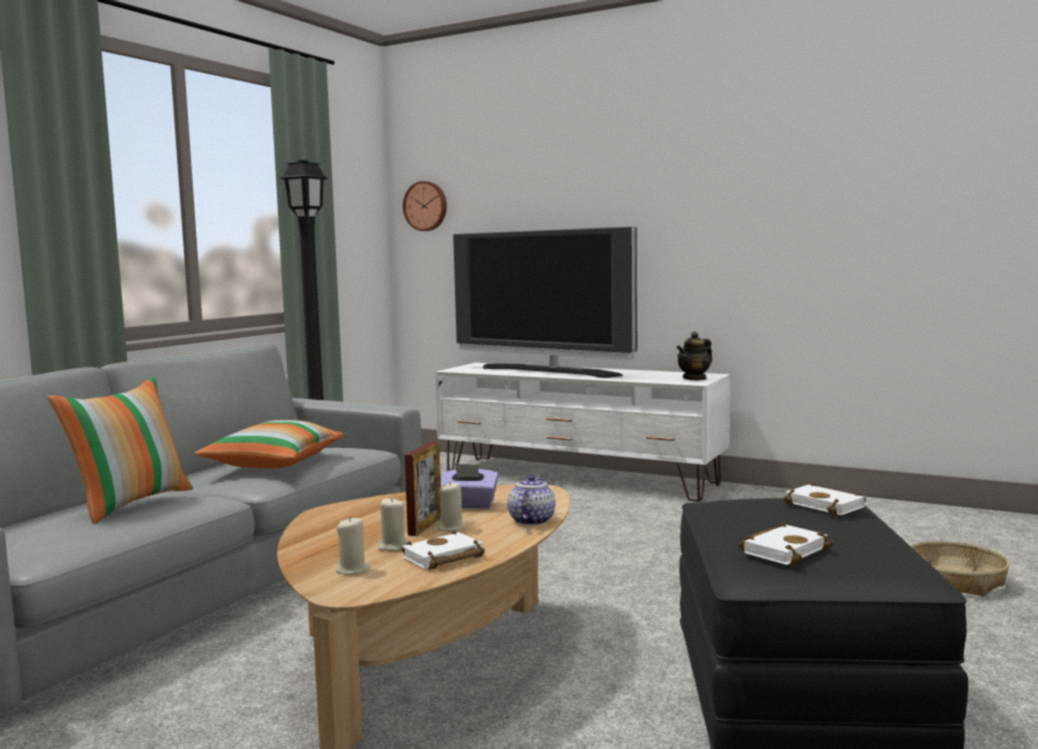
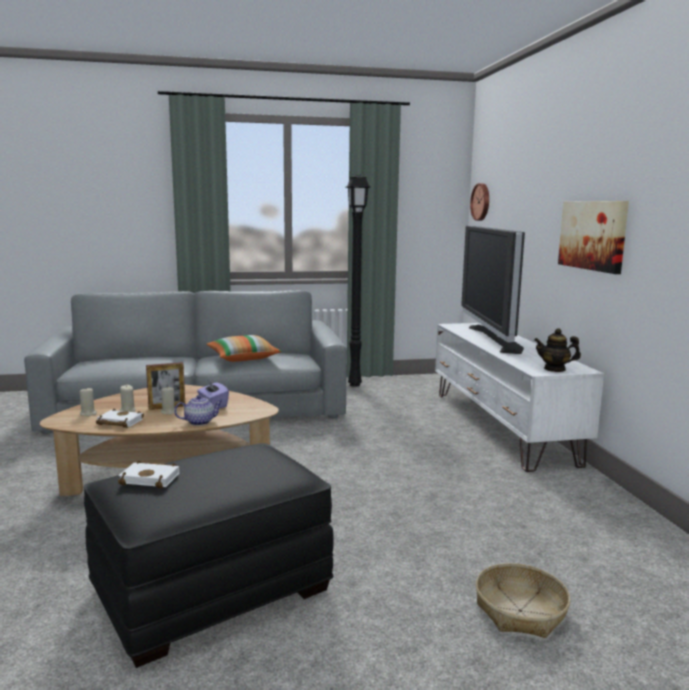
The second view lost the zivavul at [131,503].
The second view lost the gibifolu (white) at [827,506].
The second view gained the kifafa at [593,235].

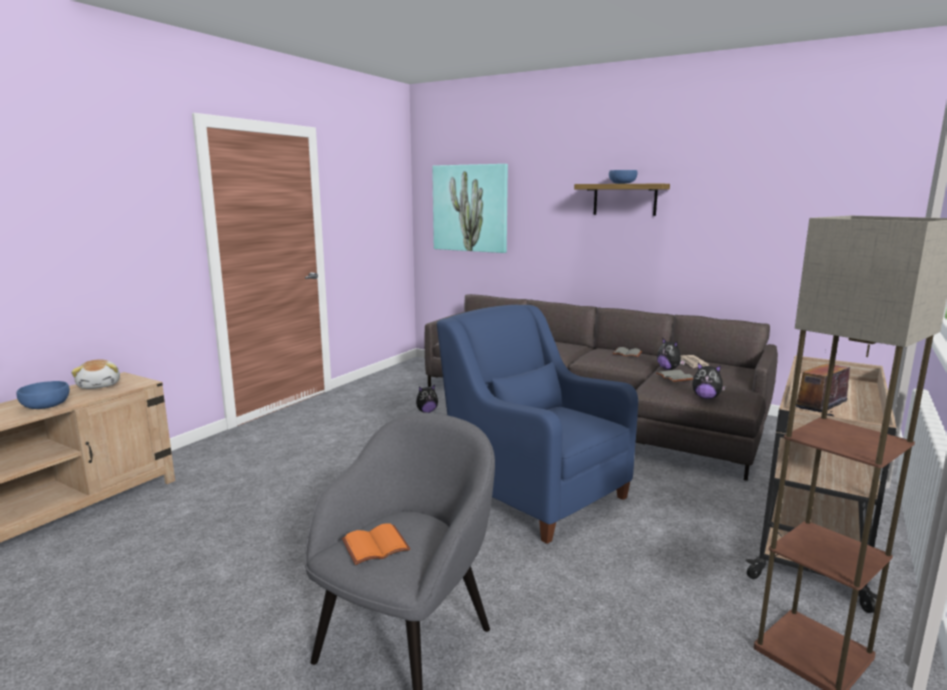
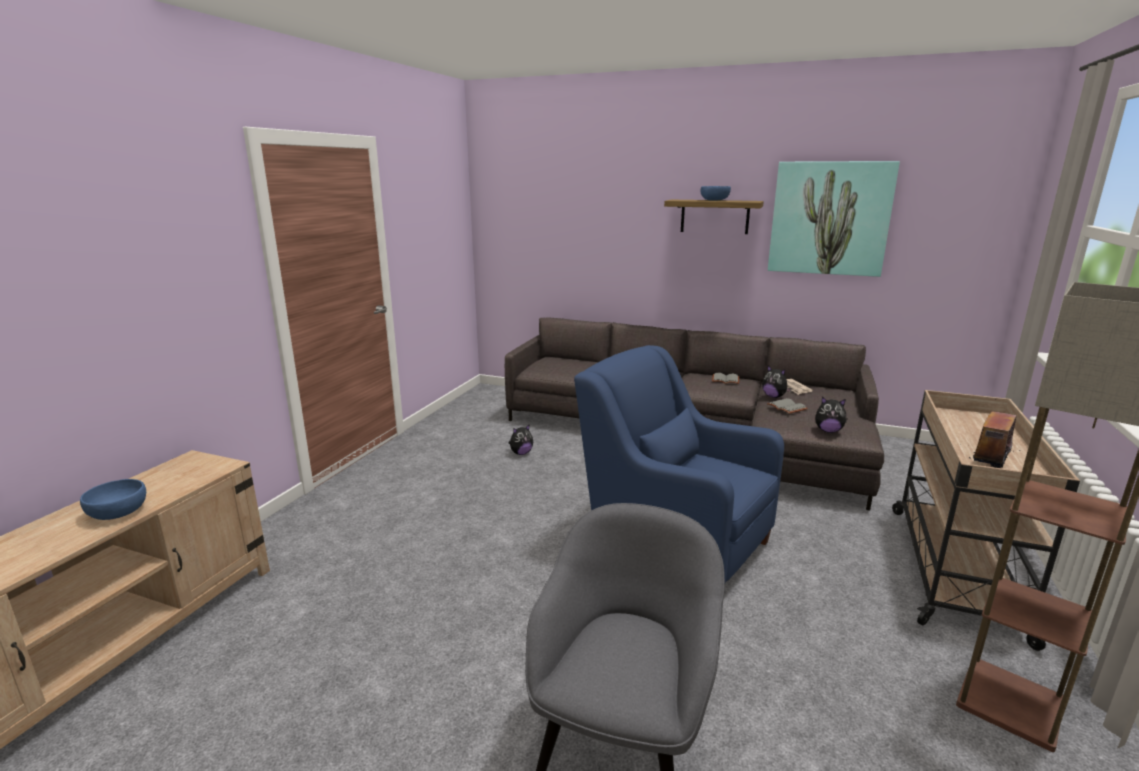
The second view lost the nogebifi at [100,385].
The second view lost the gibifolu (orange) at [375,547].
The kifafa ended up elsewhere, having gone from [470,208] to [829,218].

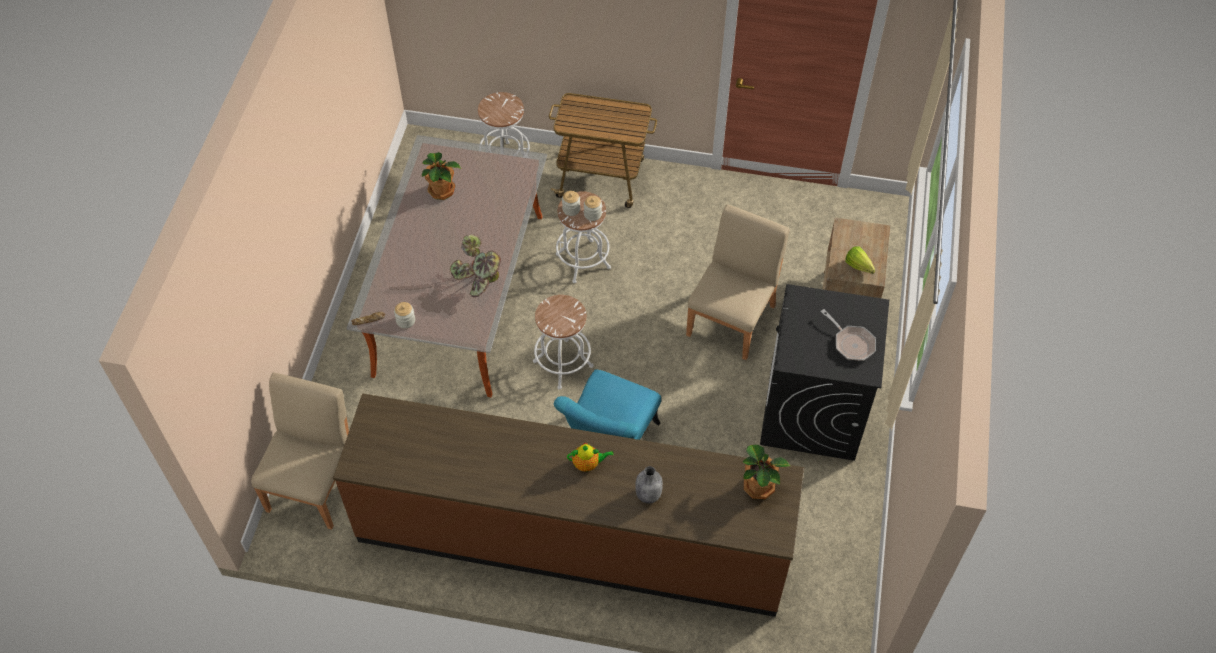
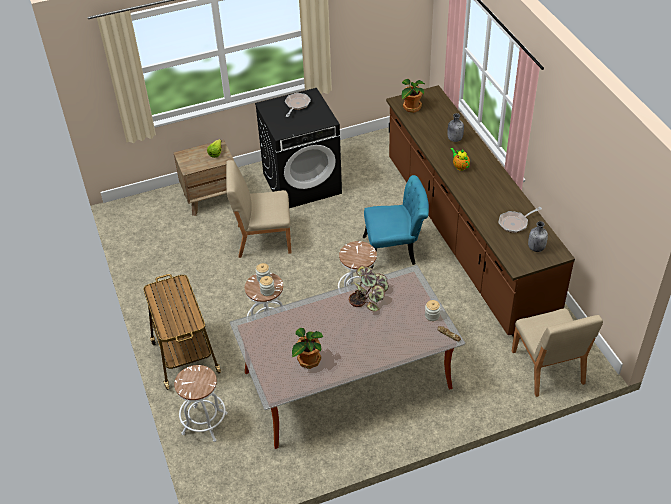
The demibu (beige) at [315,484] ended up facing another way, 90 degrees counterclockwise from before.
The second view gained the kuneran at [515,223].
The second view gained the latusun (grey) at [536,248].

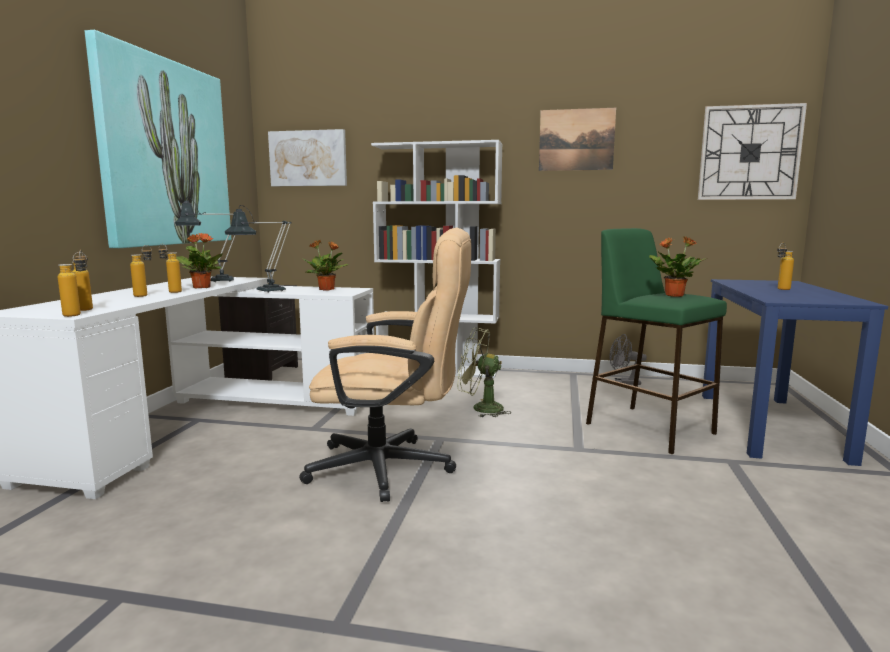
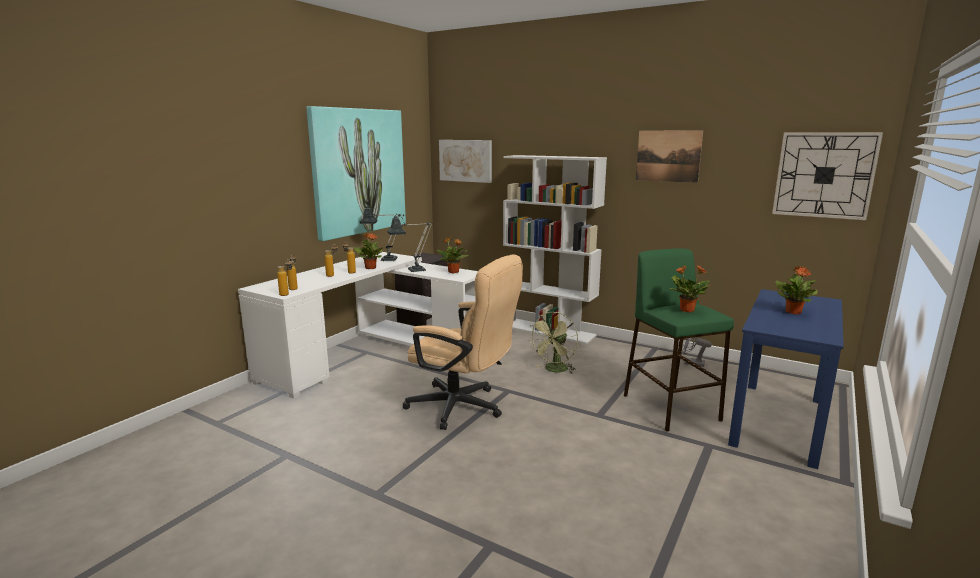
The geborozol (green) at [480,408] ended up facing another way, 90 degrees counterclockwise from before.
Where the latusun stood at [781,289], the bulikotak came to stand at [793,312].

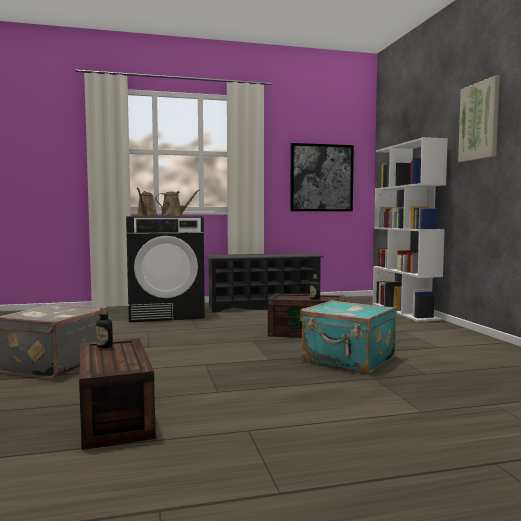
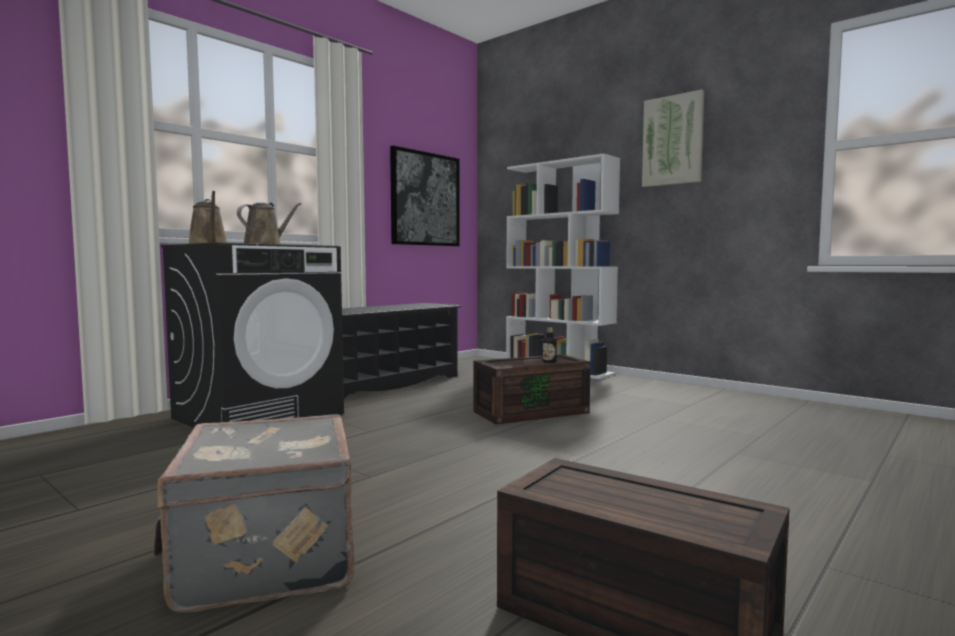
The second view lost the latusun at [104,346].
The second view lost the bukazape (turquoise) at [348,360].

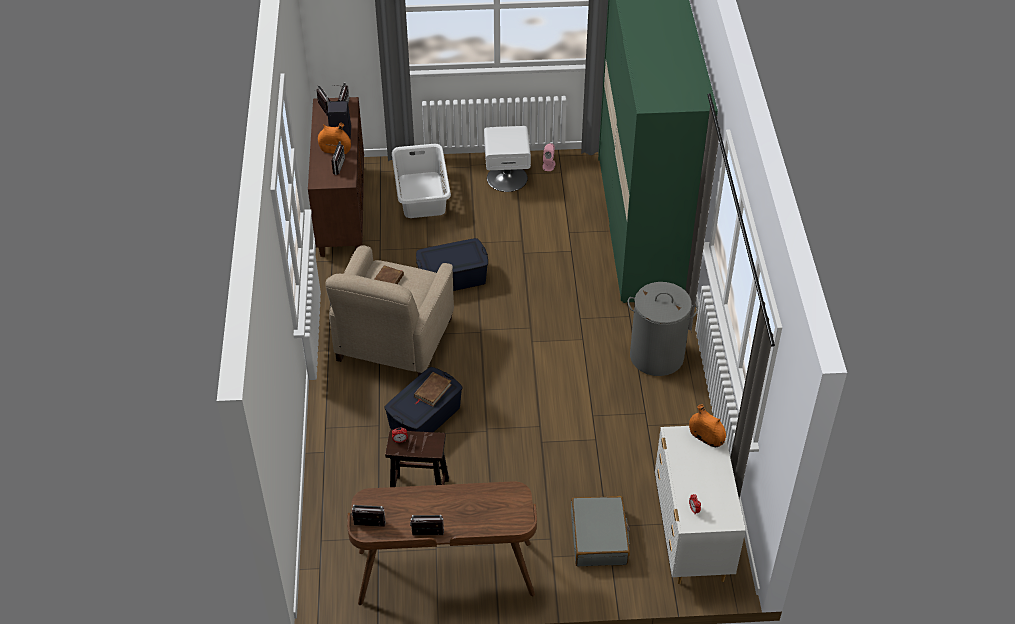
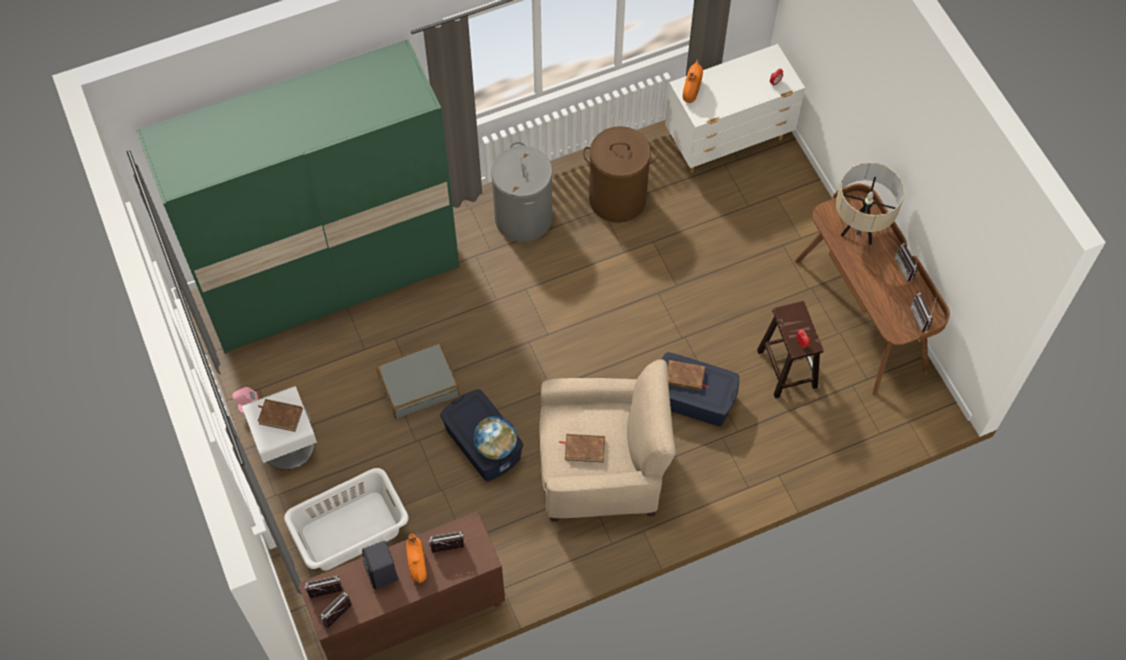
The bukazape (grey) ended up elsewhere, having gone from [599,538] to [418,386].
The second view gained the gibifolu (brown) at [280,416].
The second view gained the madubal at [496,446].
The second view gained the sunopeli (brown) at [617,198].
The second view gained the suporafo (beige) at [860,228].

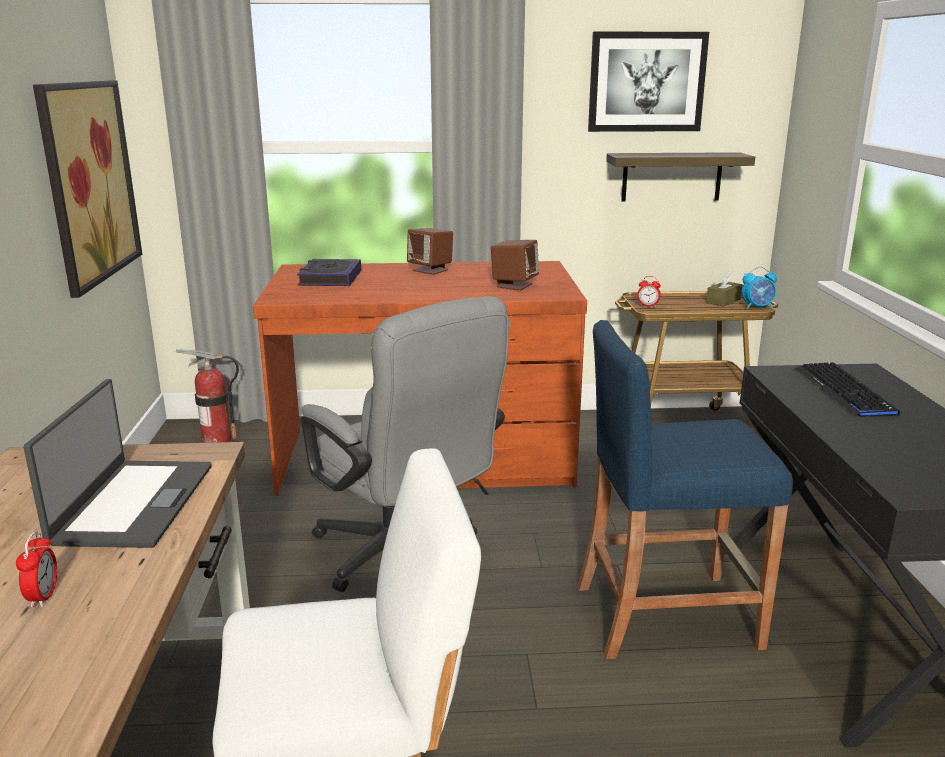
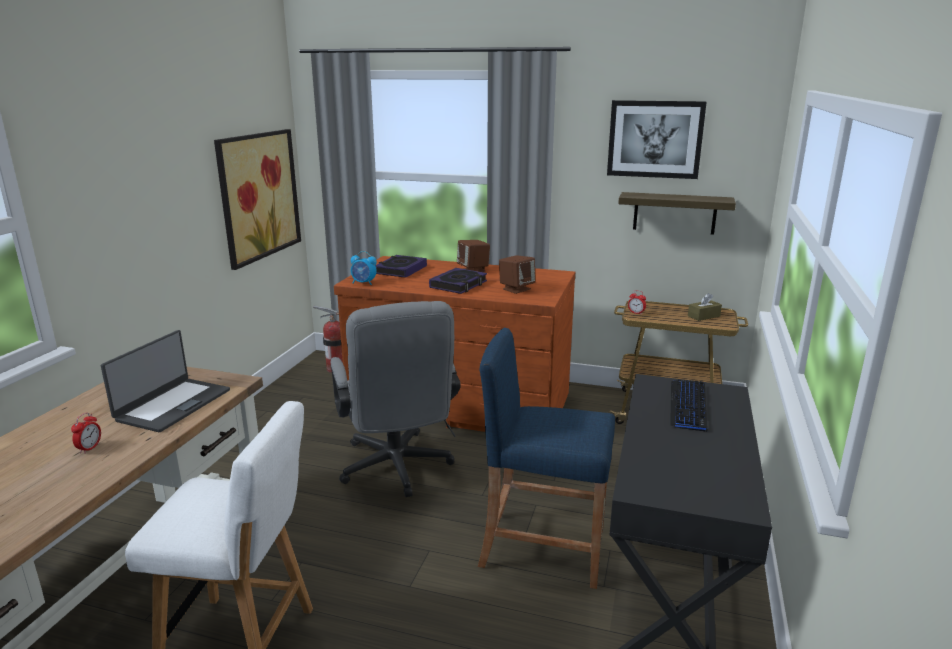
The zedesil ended up elsewhere, having gone from [757,307] to [364,283].
The second view gained the gibifolu at [458,285].

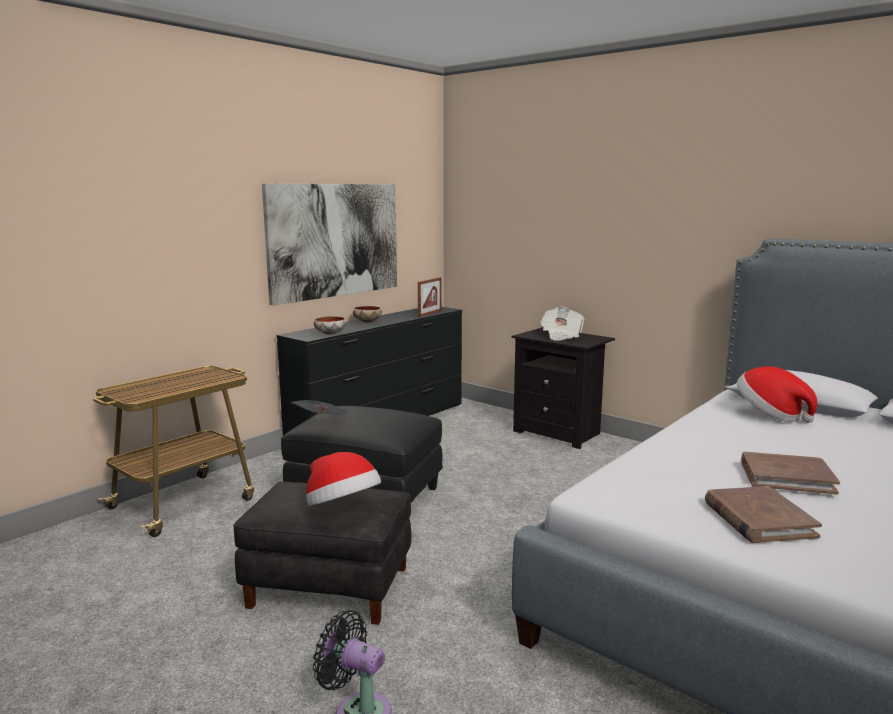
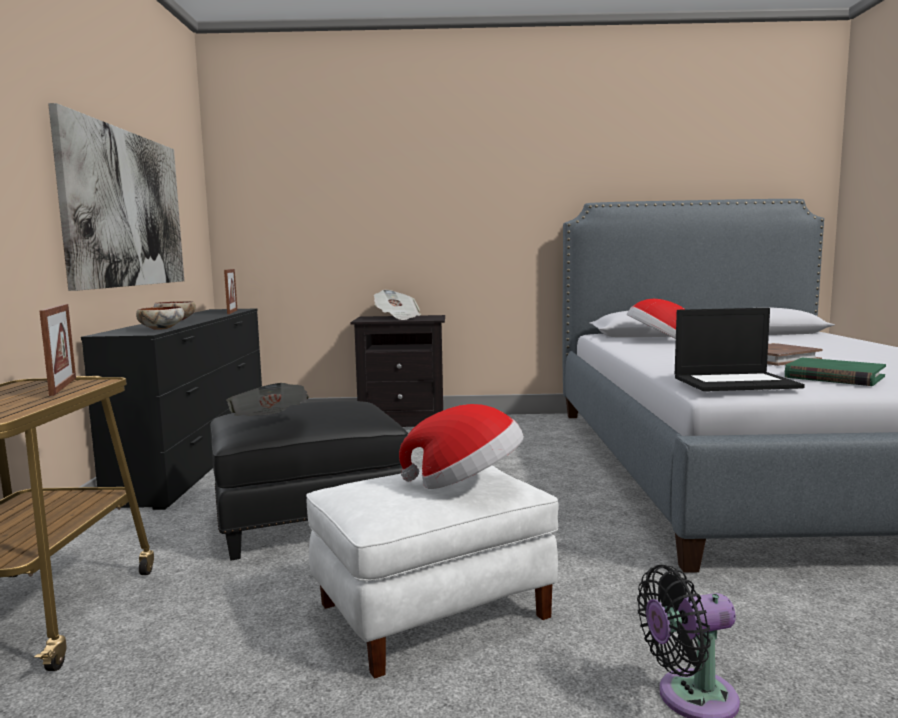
What was the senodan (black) at [330,586] turned into the senodan (white) at [433,610].
What was the gibifolu (brown) at [758,519] turned into the gibifolu (green) at [834,377].
The second view gained the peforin at [63,386].
The second view gained the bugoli at [736,382].

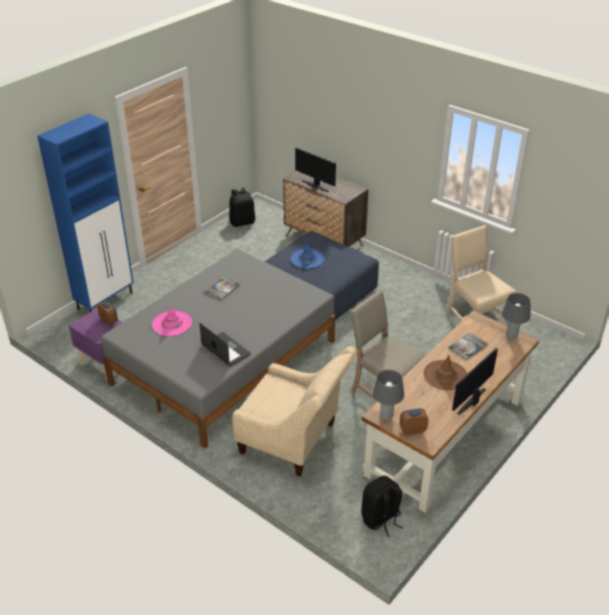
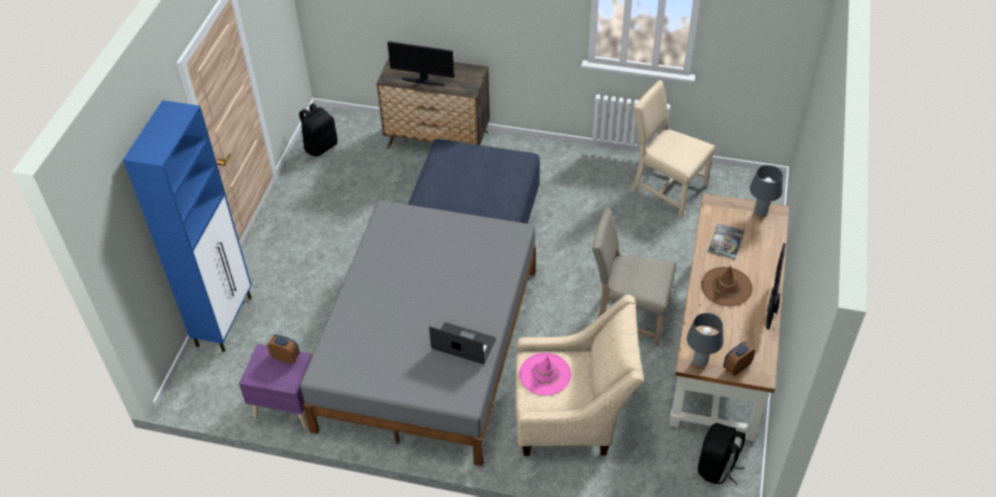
The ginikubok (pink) ended up elsewhere, having gone from [172,323] to [545,374].
The second view lost the gibifolu at [222,289].
The second view lost the ginikubok (blue) at [307,259].

